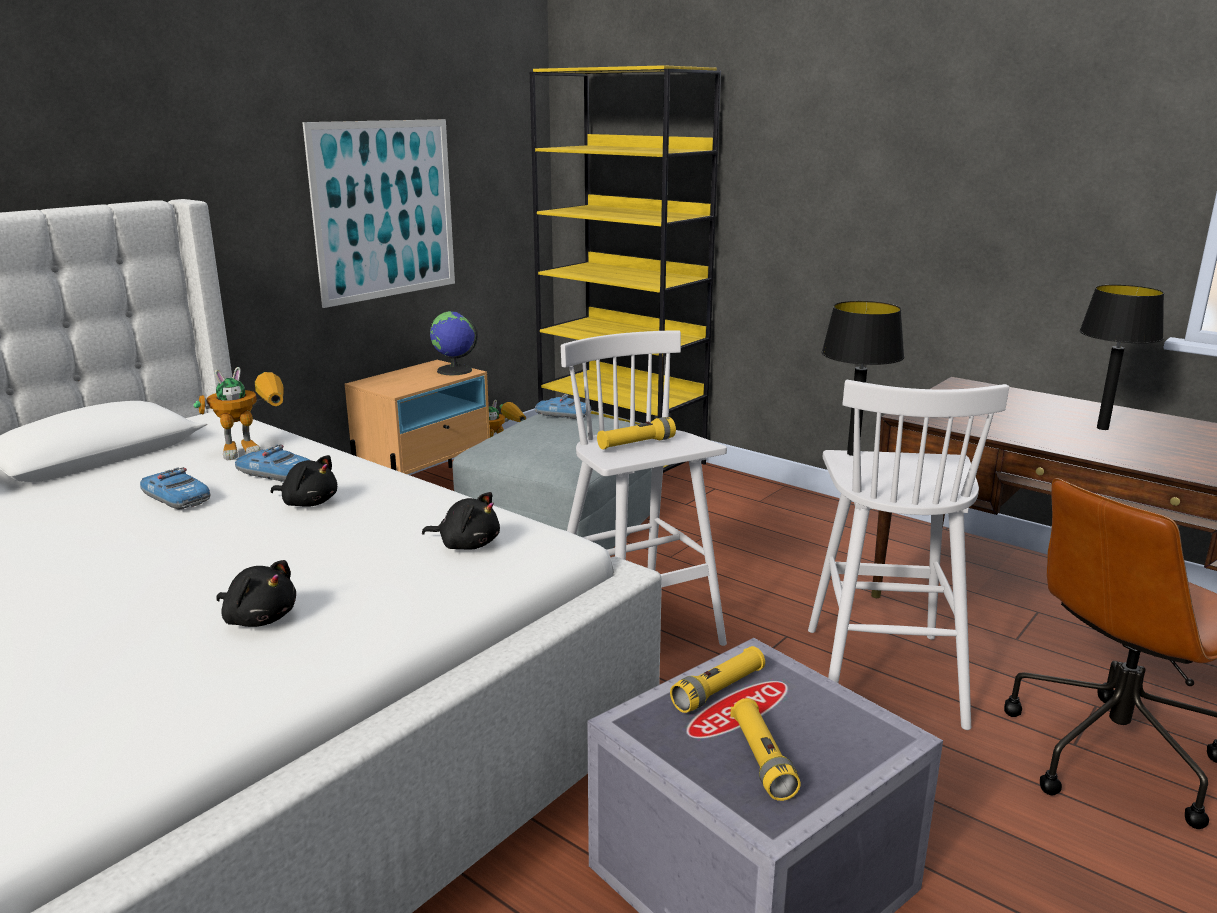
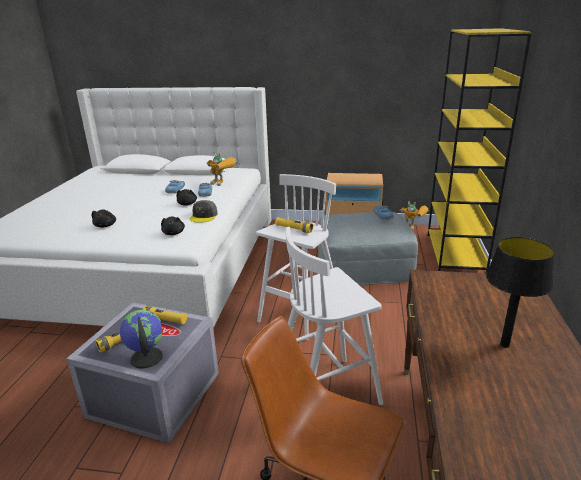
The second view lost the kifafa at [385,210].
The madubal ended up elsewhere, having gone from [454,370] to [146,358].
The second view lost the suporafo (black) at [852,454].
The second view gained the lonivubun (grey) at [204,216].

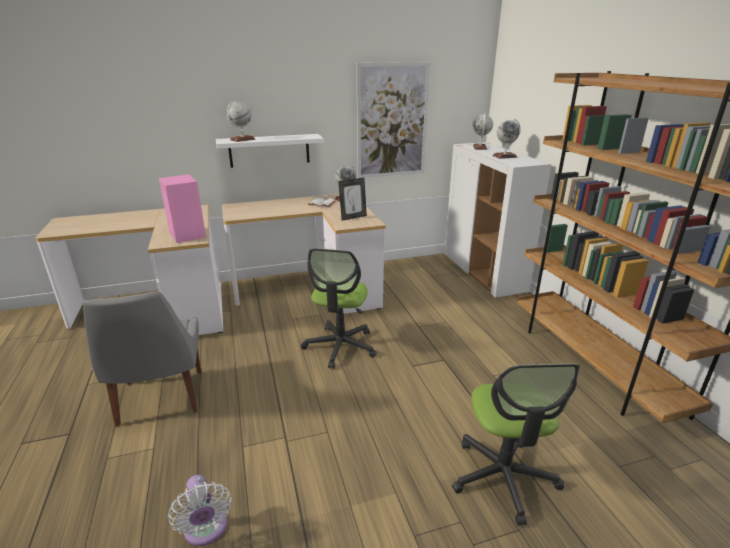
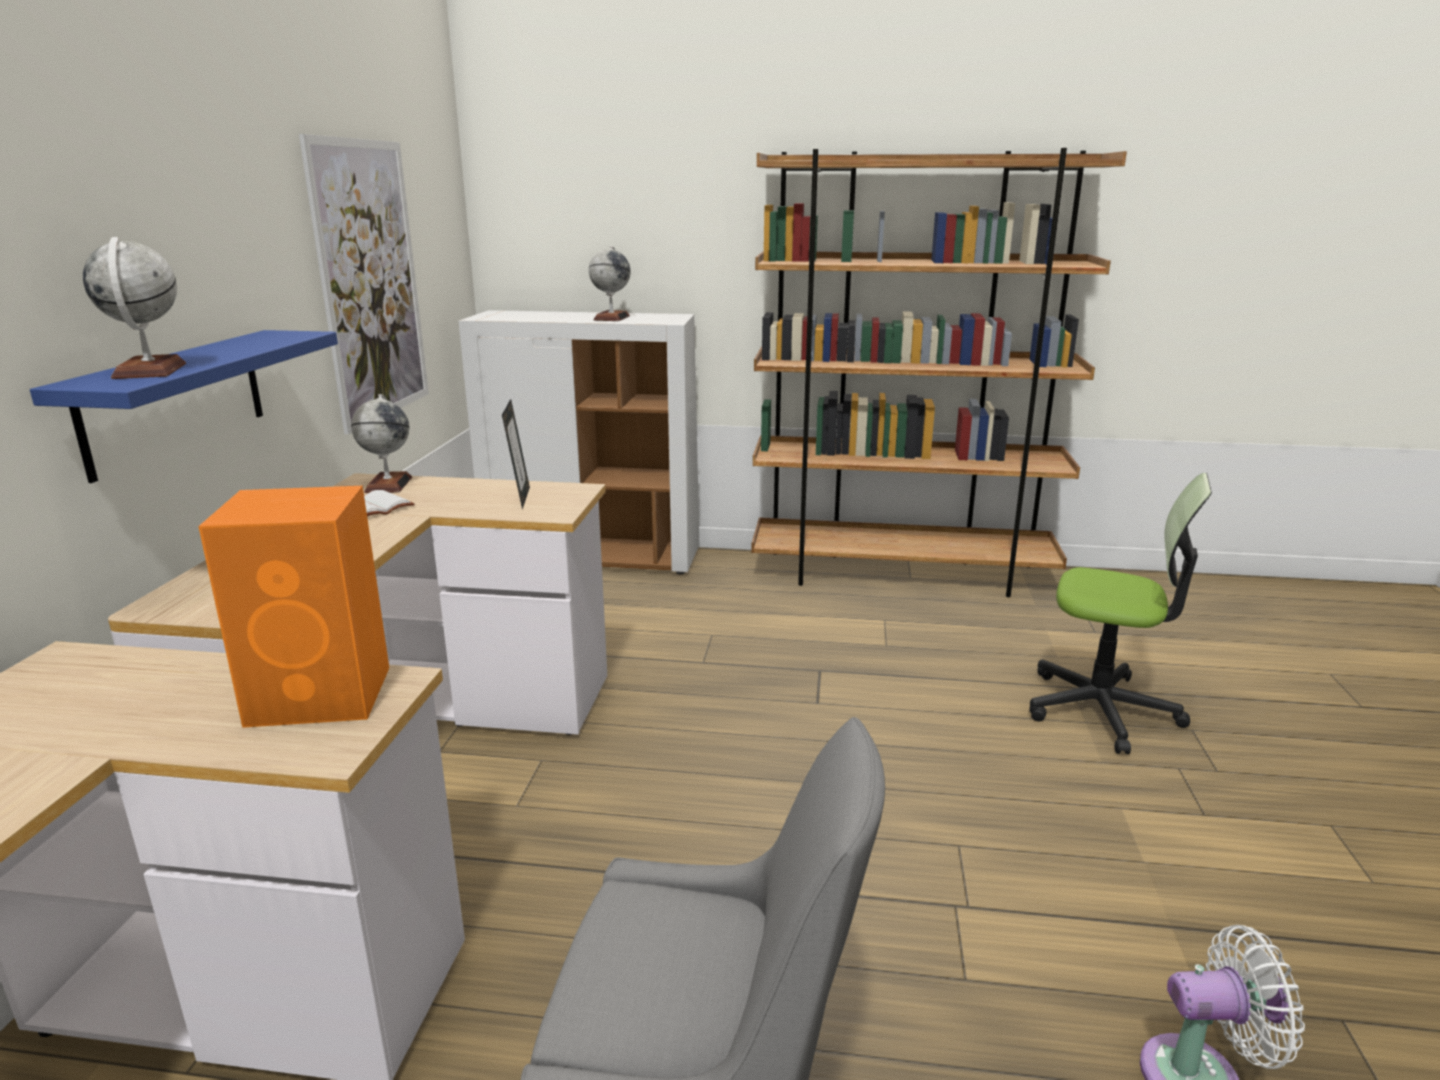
What was the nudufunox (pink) at [188,235] turned into the nudufunox (orange) at [324,695].
What was the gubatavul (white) at [269,150] turned into the gubatavul (blue) at [175,400].
The second view lost the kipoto at [340,346].
The second view lost the madubal at [480,147].

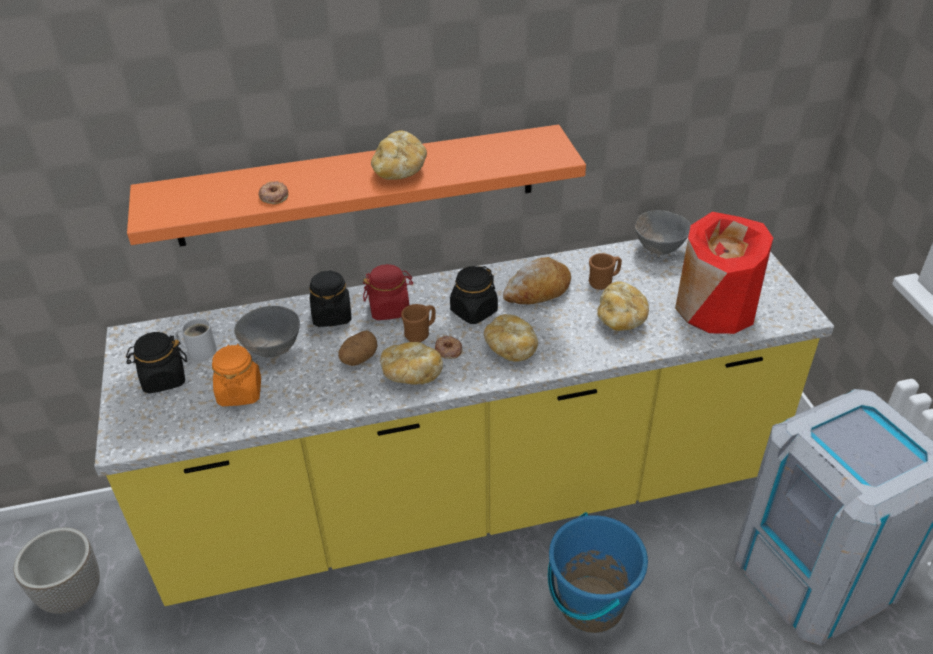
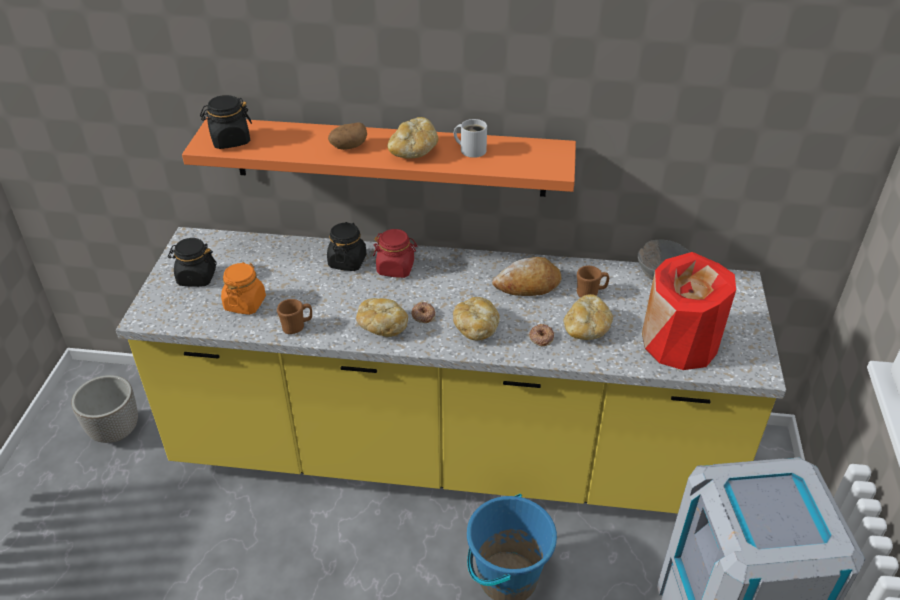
The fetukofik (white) ended up elsewhere, having gone from [200,350] to [471,149].
The second view lost the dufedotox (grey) at [272,349].
The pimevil ended up elsewhere, having gone from [274,196] to [541,337].
The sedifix ended up elsewhere, having gone from [358,359] to [348,147].
The fetukofik (brown) ended up elsewhere, having gone from [420,334] to [297,327].
The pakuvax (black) ended up elsewhere, having gone from [473,311] to [230,140].

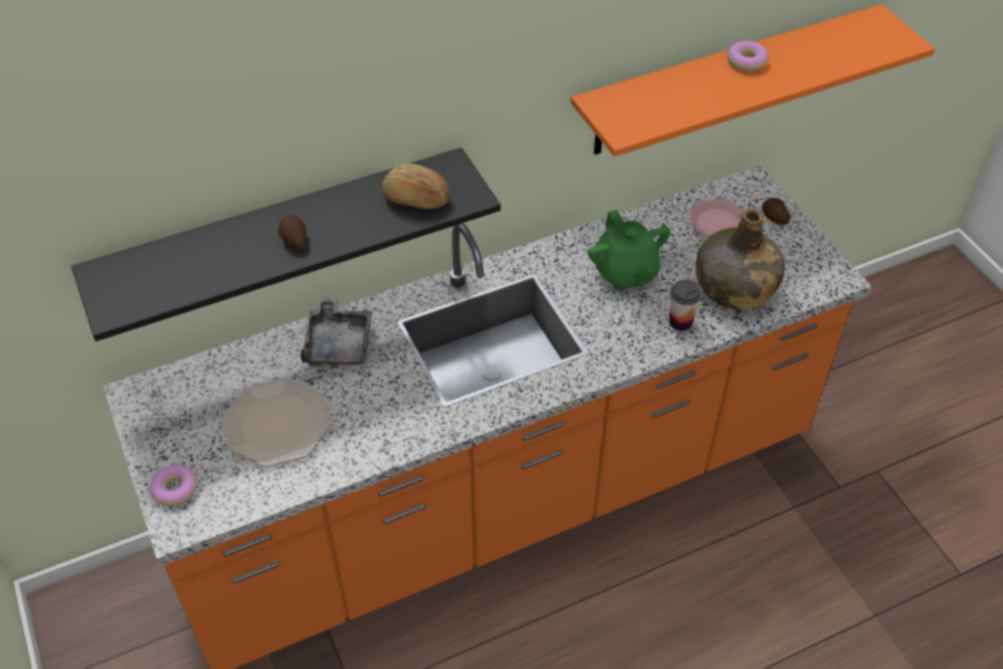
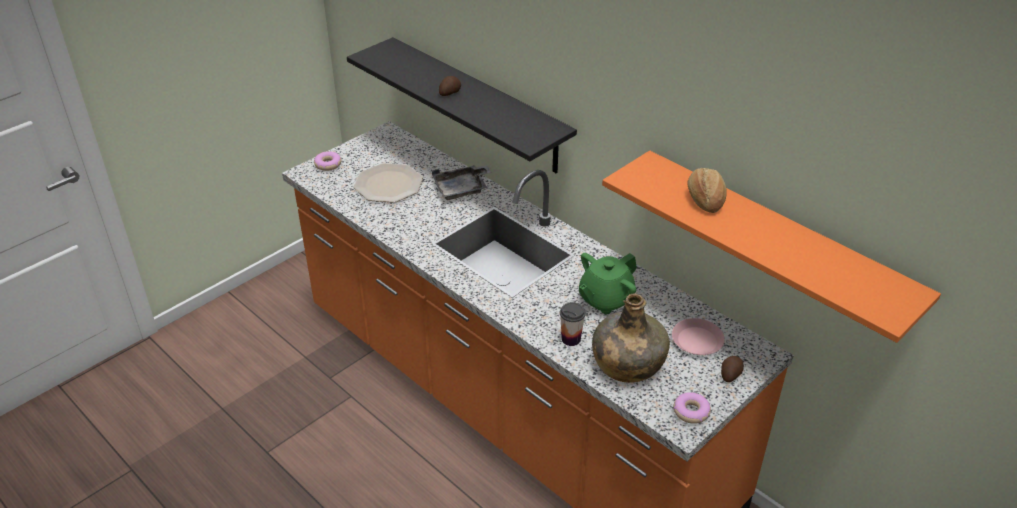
The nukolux ended up elsewhere, having gone from [415,200] to [704,199].
The pimevil ended up elsewhere, having gone from [746,61] to [691,412].

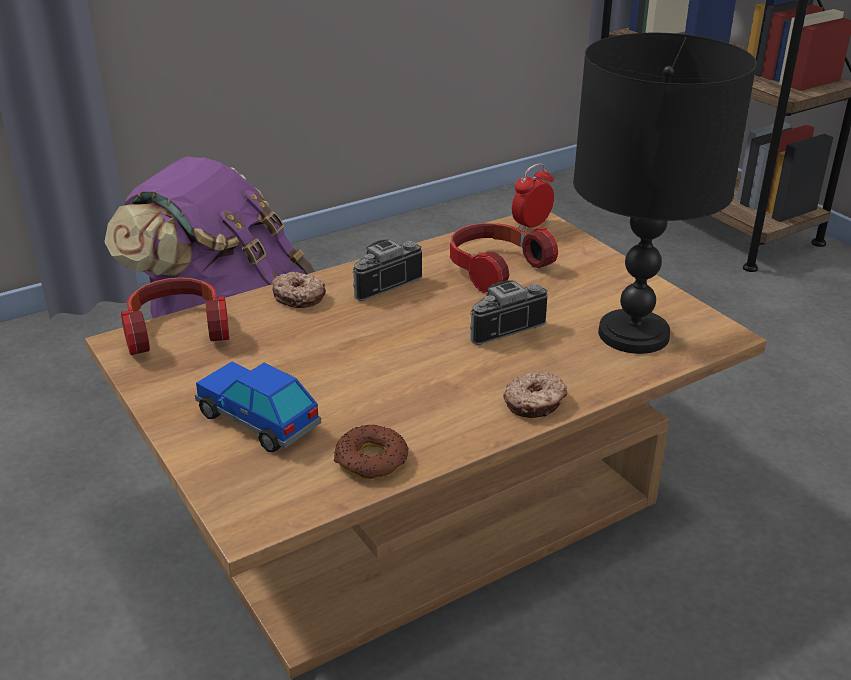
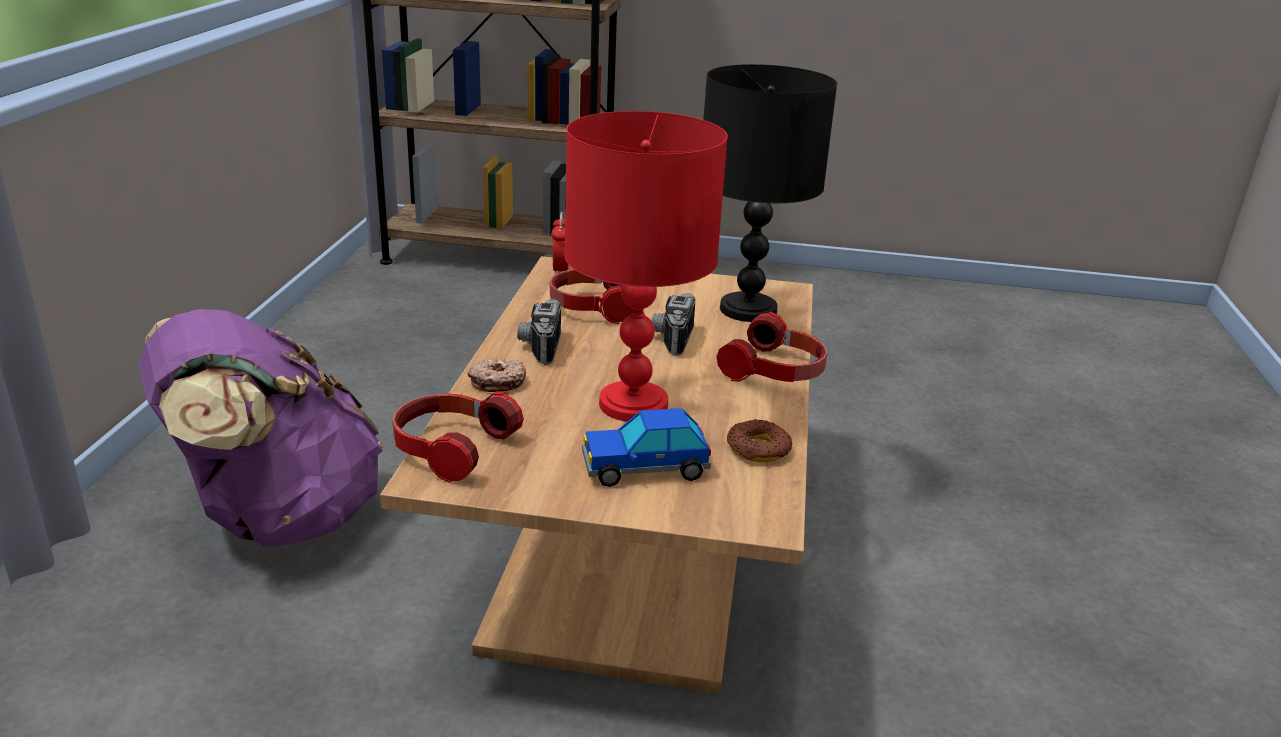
Where the pimevil stood at [535,403], the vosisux came to stand at [776,371].
The second view gained the suporafo (red) at [635,404].

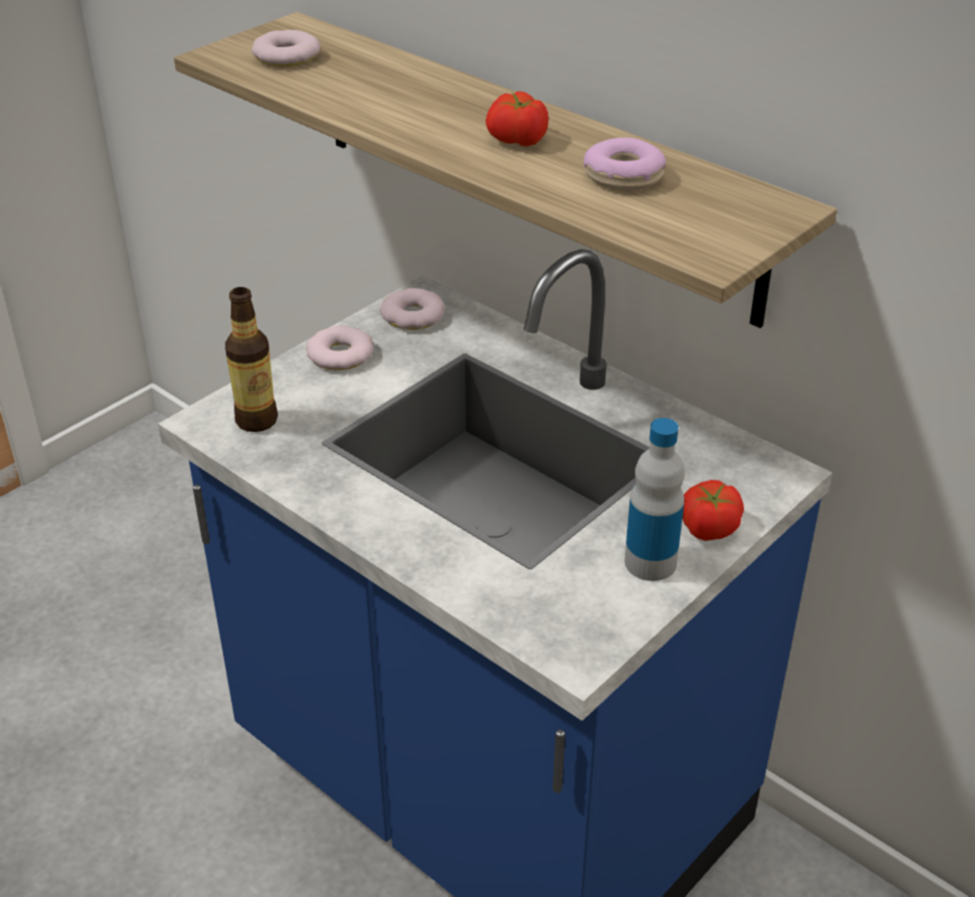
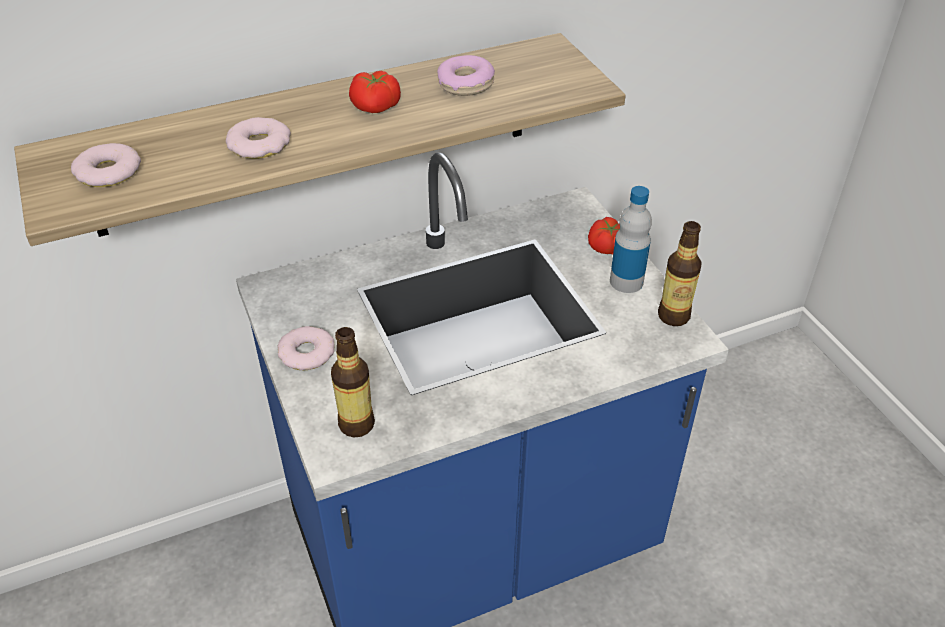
The pimevil ended up elsewhere, having gone from [413,316] to [259,144].
The second view gained the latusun at [673,316].

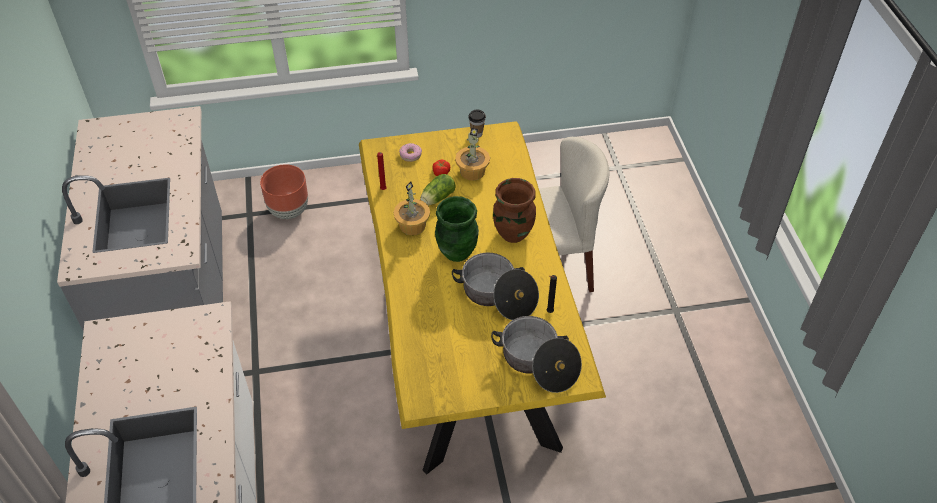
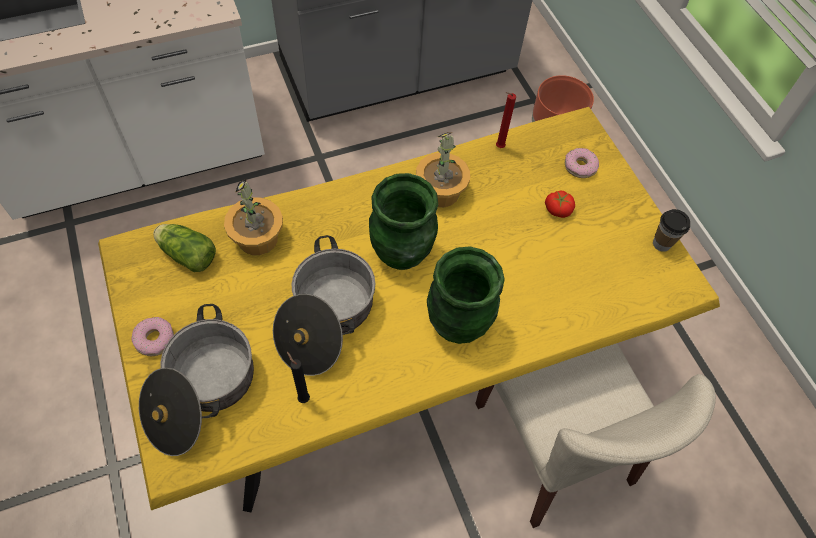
The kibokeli ended up elsewhere, having gone from [436,198] to [186,254].
The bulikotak ended up elsewhere, having gone from [472,171] to [258,238].
What was the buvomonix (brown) at [512,233] turned into the buvomonix (green) at [458,324].
The second view gained the pimevil at [154,339].

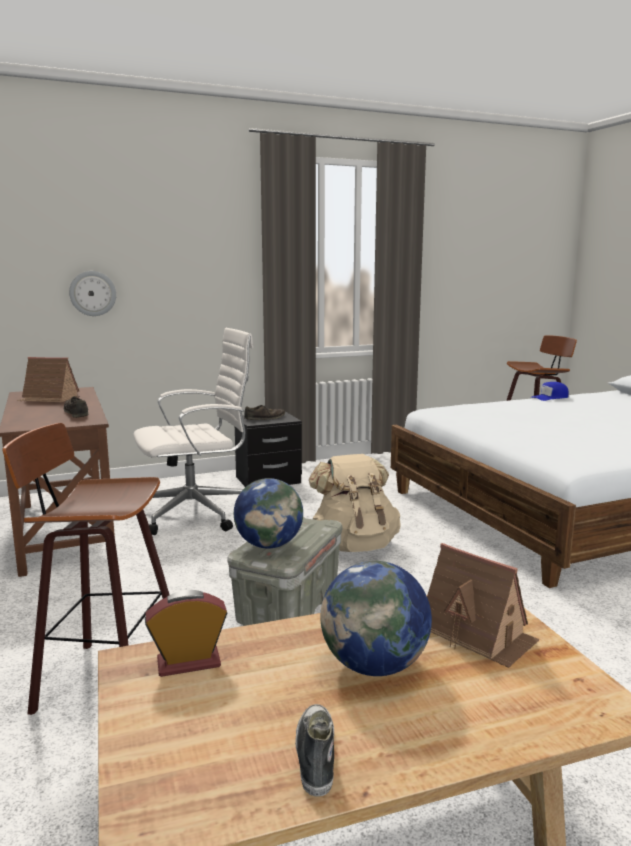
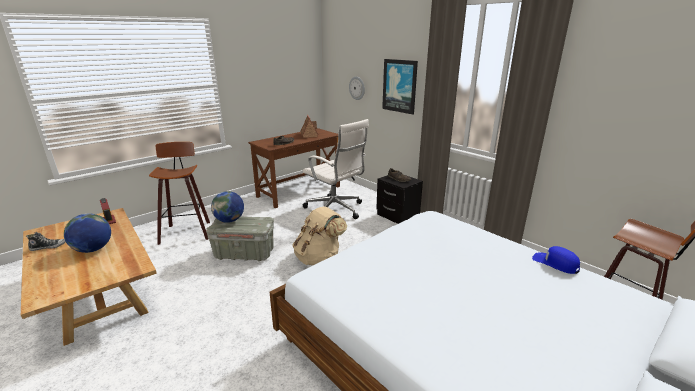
The second view lost the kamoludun at [478,634].
The second view gained the kifafa at [399,86].

